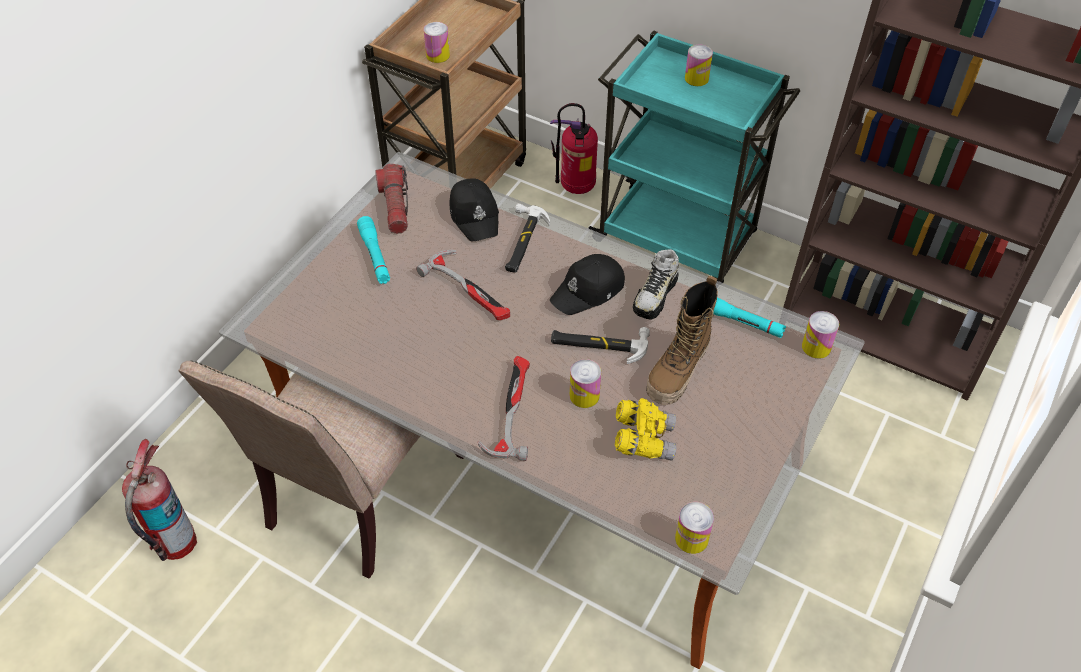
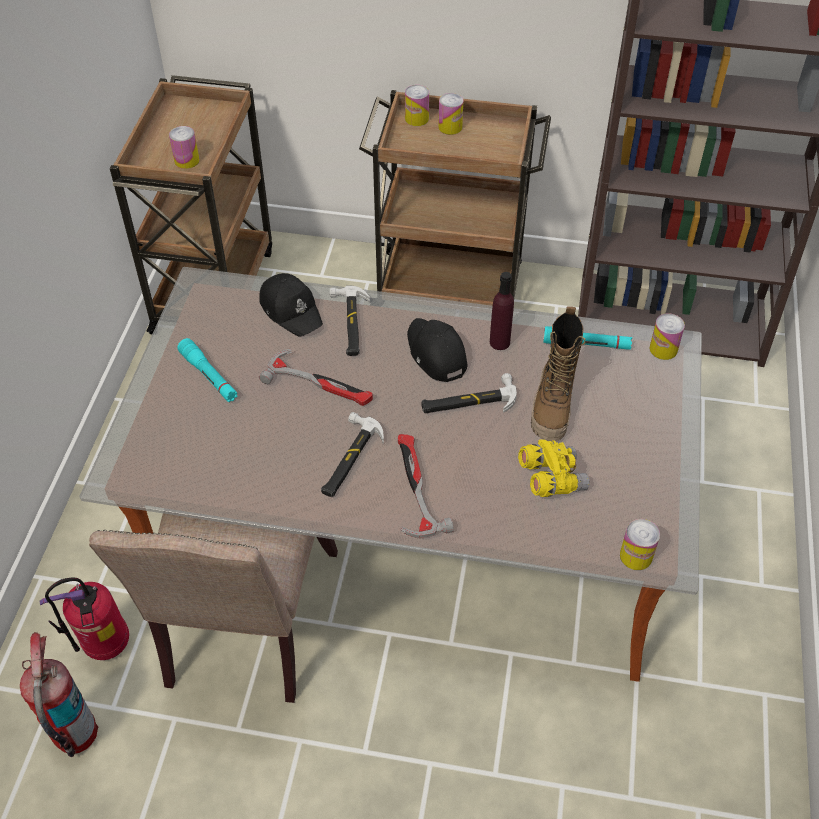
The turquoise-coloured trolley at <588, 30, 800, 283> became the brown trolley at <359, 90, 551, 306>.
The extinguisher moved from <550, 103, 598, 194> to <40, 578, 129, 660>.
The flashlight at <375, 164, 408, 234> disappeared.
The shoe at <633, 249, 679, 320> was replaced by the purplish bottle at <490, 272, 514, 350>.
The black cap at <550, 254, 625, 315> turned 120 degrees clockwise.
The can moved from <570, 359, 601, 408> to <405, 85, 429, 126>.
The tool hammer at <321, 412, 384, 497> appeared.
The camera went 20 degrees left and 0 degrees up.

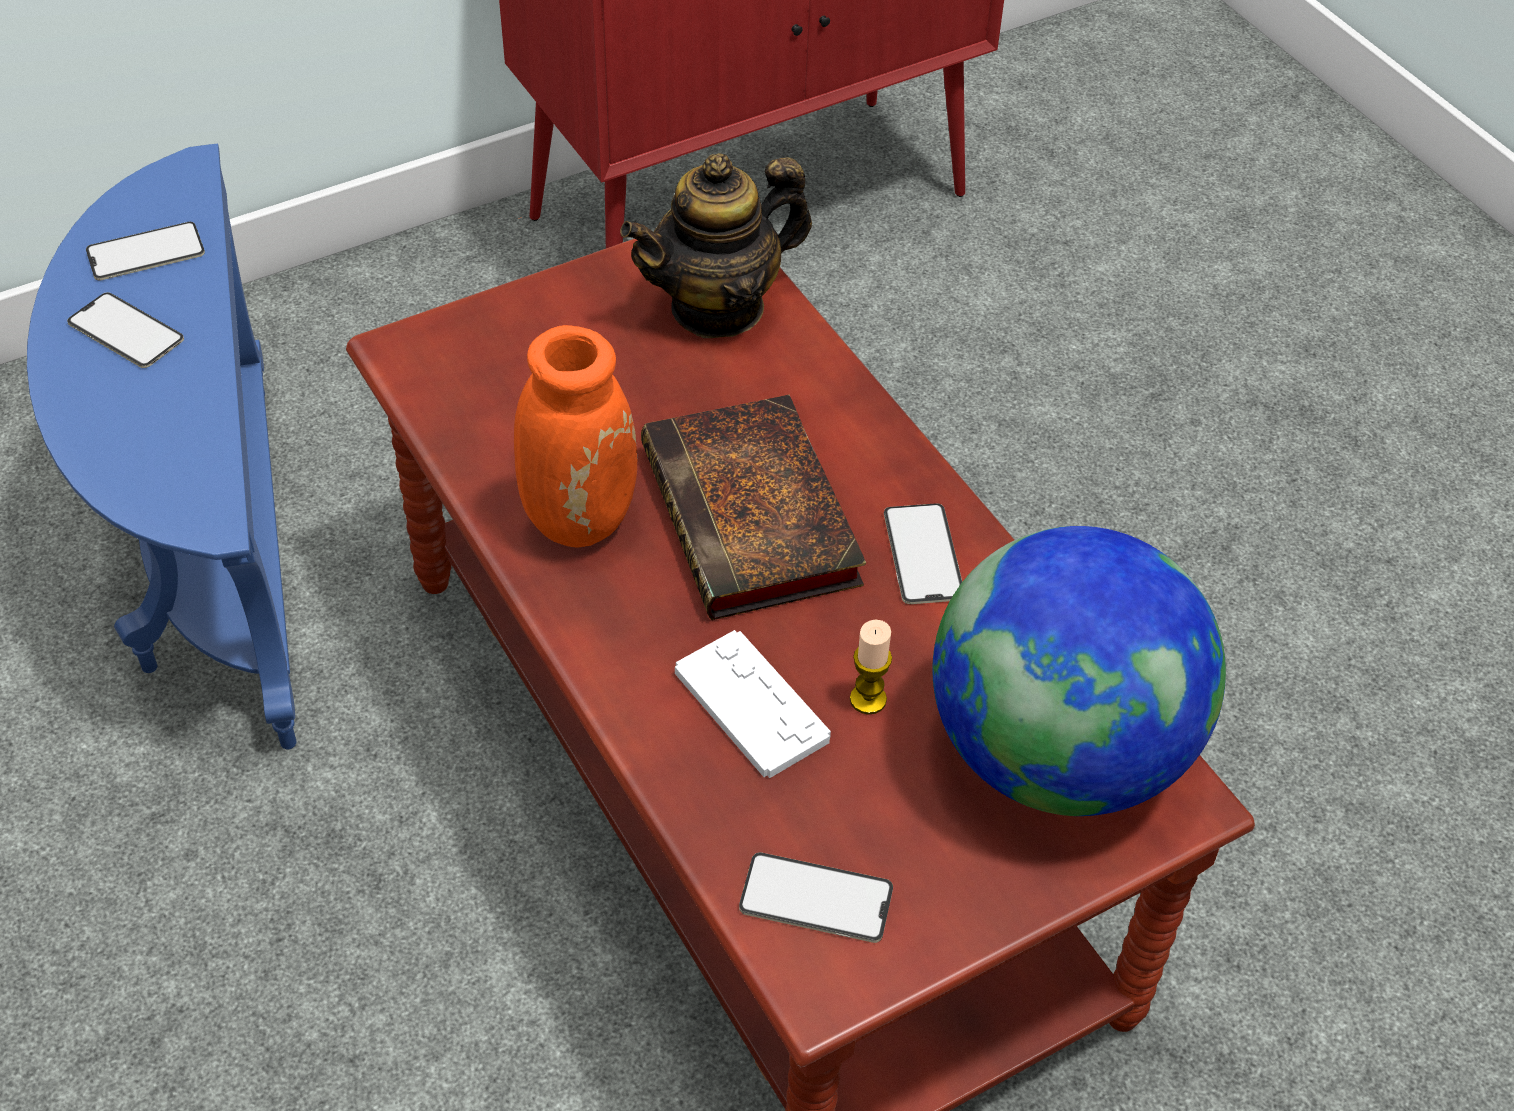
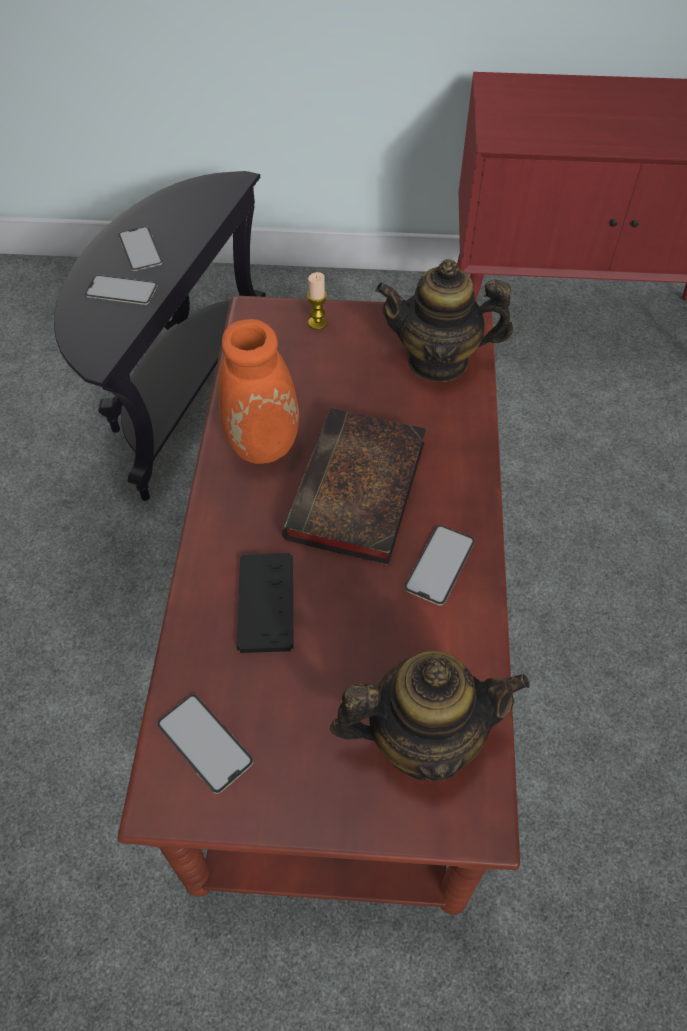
The blue-coloured end table at <27, 143, 297, 749> became the black end table at <54, 171, 266, 501>.
The telephone moved from <86, 222, 205, 281> to <85, 275, 158, 305>.
The world globe at <933, 526, 1226, 816> was replaced by the teapot at <330, 651, 530, 781>.
The wax light moved from <850, 620, 892, 715> to <307, 272, 327, 330>.
The white-coloured joypad at <675, 630, 831, 778> became the black joypad at <237, 553, 293, 653>.
The camera went 35 degrees right and 5 degrees up.

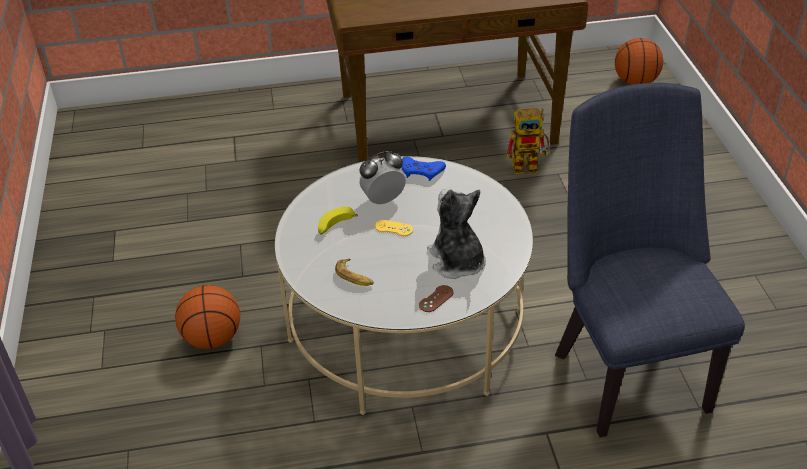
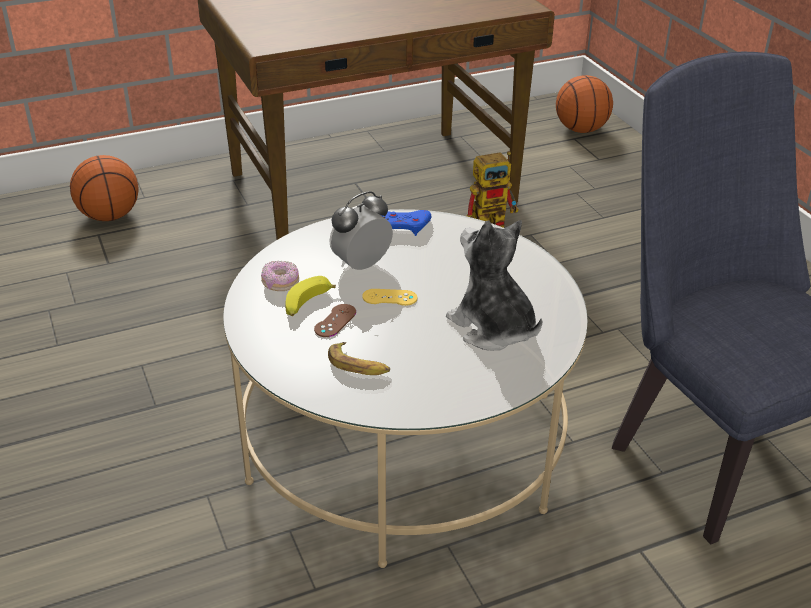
The basketball ball moved from <175, 285, 240, 349> to <70, 155, 139, 221>.
The brown joypad moved from <419, 285, 453, 312> to <314, 304, 356, 337>.
The doughnut at <261, 261, 299, 291> appeared.
The camera went 15 degrees left and 5 degrees down.

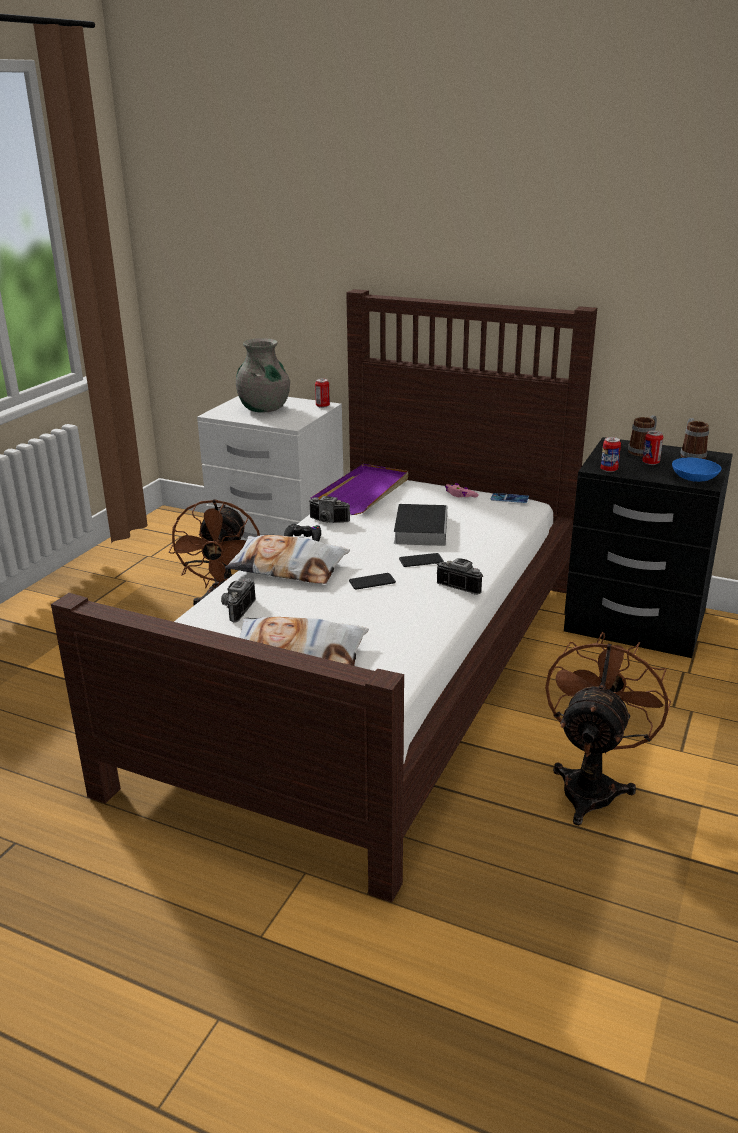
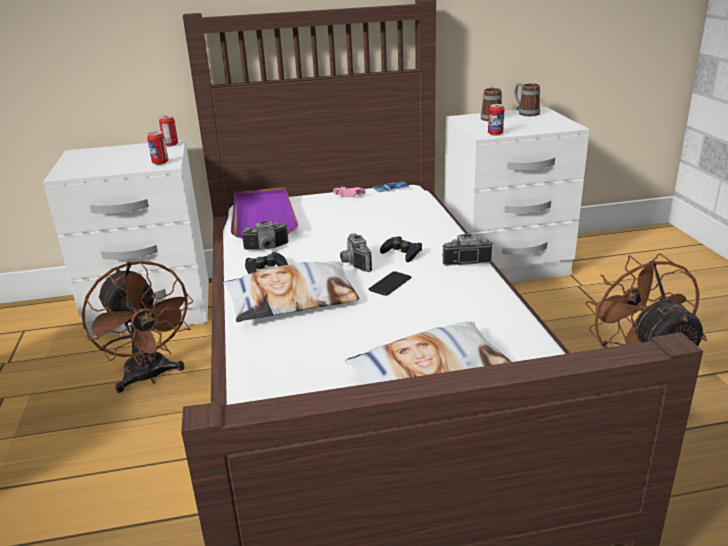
The grey vase at <236, 338, 290, 413> disappeared.
The can moved from <642, 430, 663, 465> to <147, 131, 168, 165>.
The black nightstand at <564, 437, 733, 658> became the white-coloured nightstand at <444, 107, 590, 283>.
The blue-coloured serving bowl at <672, 458, 722, 482> disappeared.
The bound book at <394, 504, 447, 546> disappeared.
The telephone at <399, 553, 444, 567> was replaced by the black joypad at <380, 236, 422, 262>.
The photo camera moved from <221, 578, 256, 622> to <340, 233, 372, 272>.
The camera went 35 degrees left and 0 degrees up.

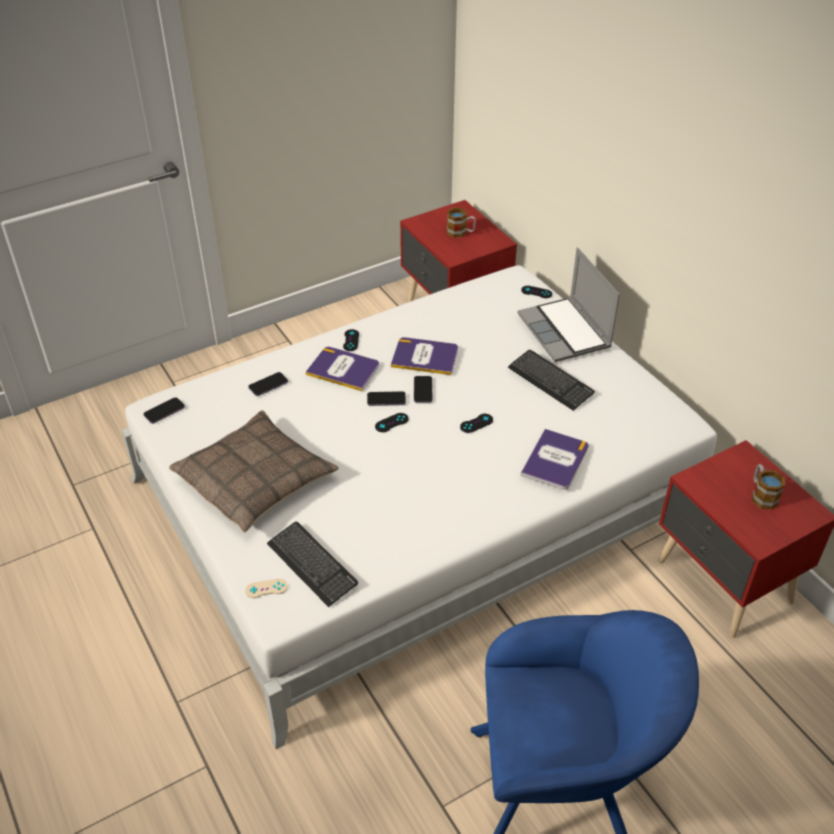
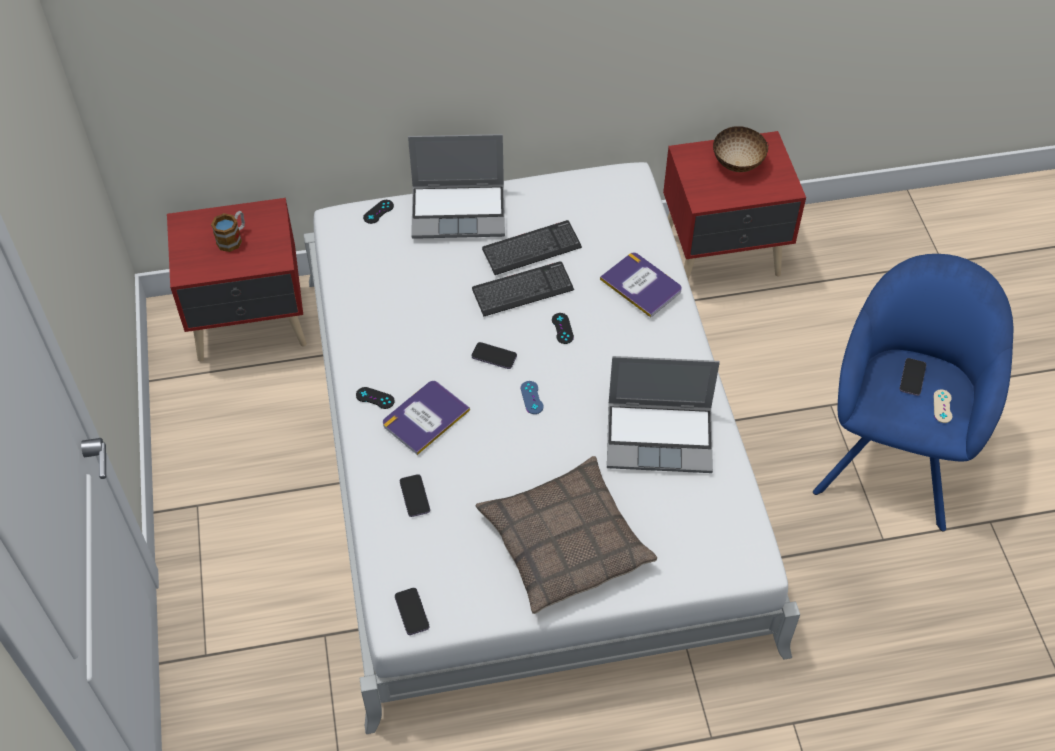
The bound book at <391, 337, 458, 375> disappeared.
The telephone moved from <367, 391, 406, 406> to <899, 358, 926, 396>.
The black joypad at <375, 413, 409, 432> became the blue-coloured joypad at <521, 381, 544, 414>.
The coffee mug at <752, 464, 786, 510> was replaced by the serving bowl at <713, 126, 769, 172>.
The keyboard moved from <267, 521, 358, 607> to <472, 261, 574, 317>.
The beige-coloured joypad moved from <245, 579, 288, 598> to <934, 389, 952, 423>.
The portable computer at <607, 356, 720, 473> appeared.
The camera went 70 degrees left and 10 degrees up.

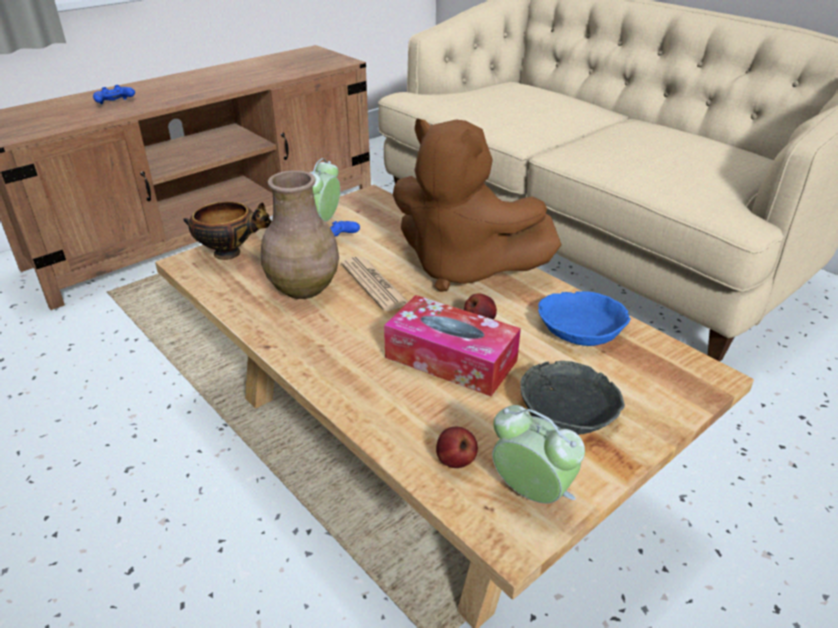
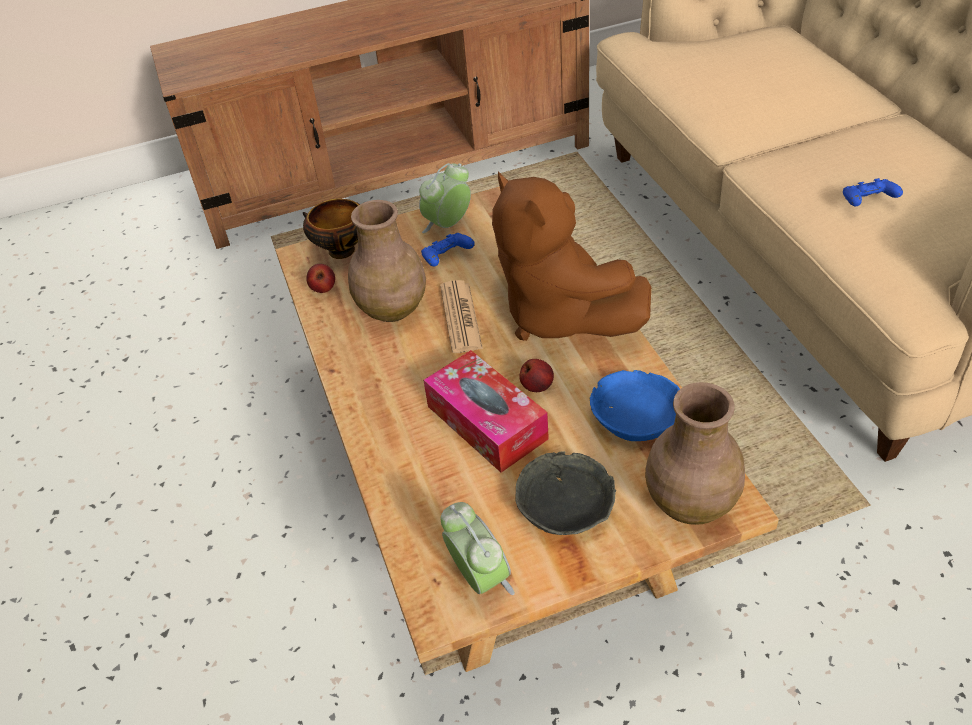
The blue-coloured joypad moved from <93, 85, 135, 104> to <843, 178, 903, 207>.
The whole apple moved from <436, 427, 478, 468> to <306, 264, 335, 293>.
The brown vase at <645, 382, 745, 525> appeared.
The camera went 25 degrees right and 10 degrees up.

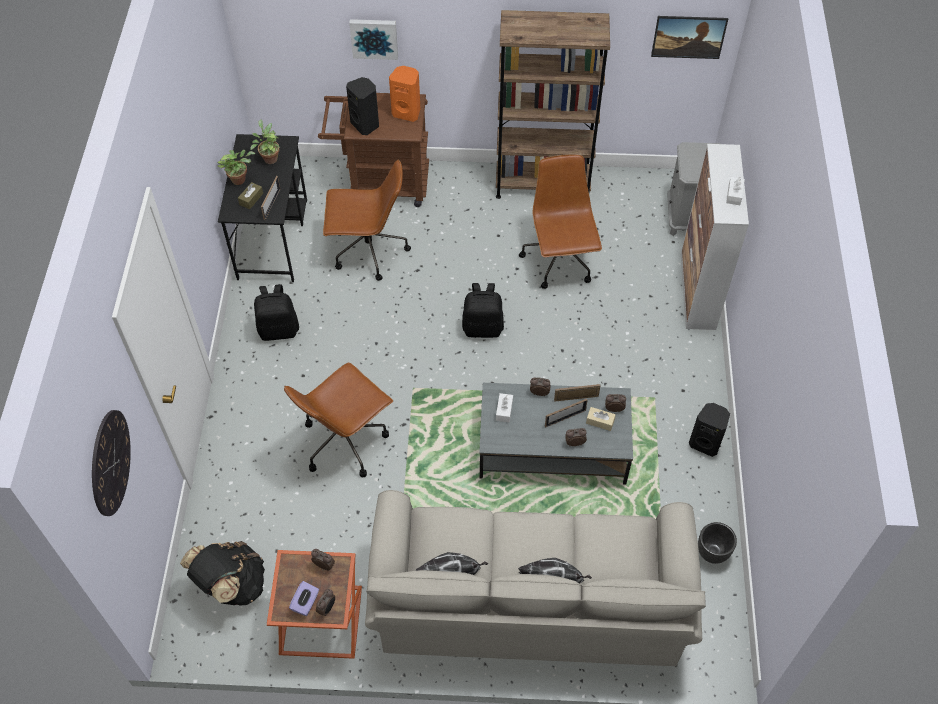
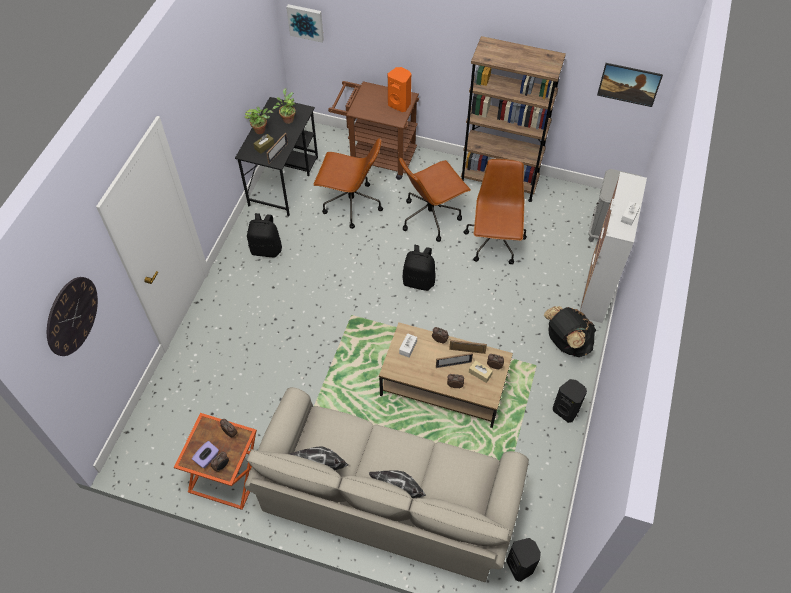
The wall picture moved from <349, 19, 398, 60> to <286, 4, 324, 43>.
The black loudspeaker moved from <346, 77, 379, 135> to <506, 538, 541, 582>.
The brown desk chair moved from <284, 362, 393, 477> to <399, 158, 471, 242>.
The grey lounge table at <479, 383, 633, 484> became the brown lounge table at <379, 323, 513, 428>.
The black plant pot at <698, 522, 737, 564> disappeared.
The black knapsack moved from <180, 541, 265, 606> to <544, 306, 596, 357>.
The camera went 15 degrees right and 0 degrees up.

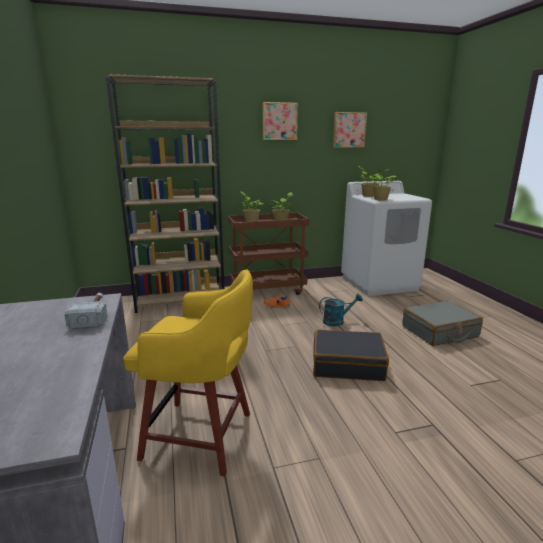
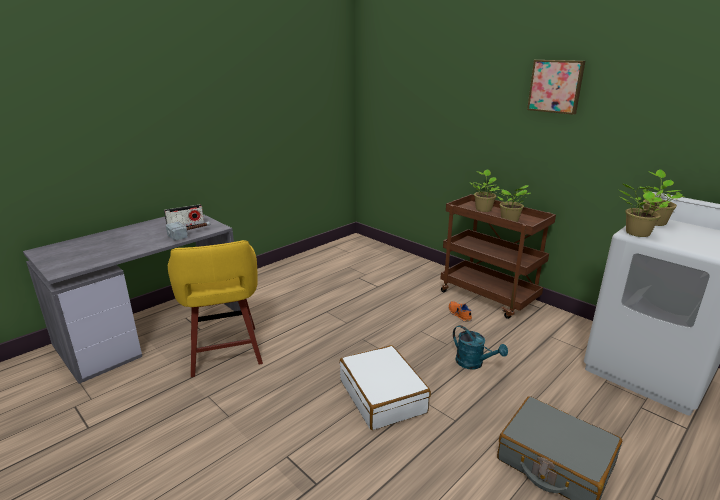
The brown bookcase at <106, 74, 224, 313> disappeared.
The wall picture at <333, 112, 367, 148> disappeared.
The black piece of luggage at <313, 330, 389, 381> became the white-coloured piece of luggage at <340, 345, 431, 430>.
The radio receiver at <164, 204, 204, 227> appeared.
The camera went 60 degrees right and 5 degrees up.

